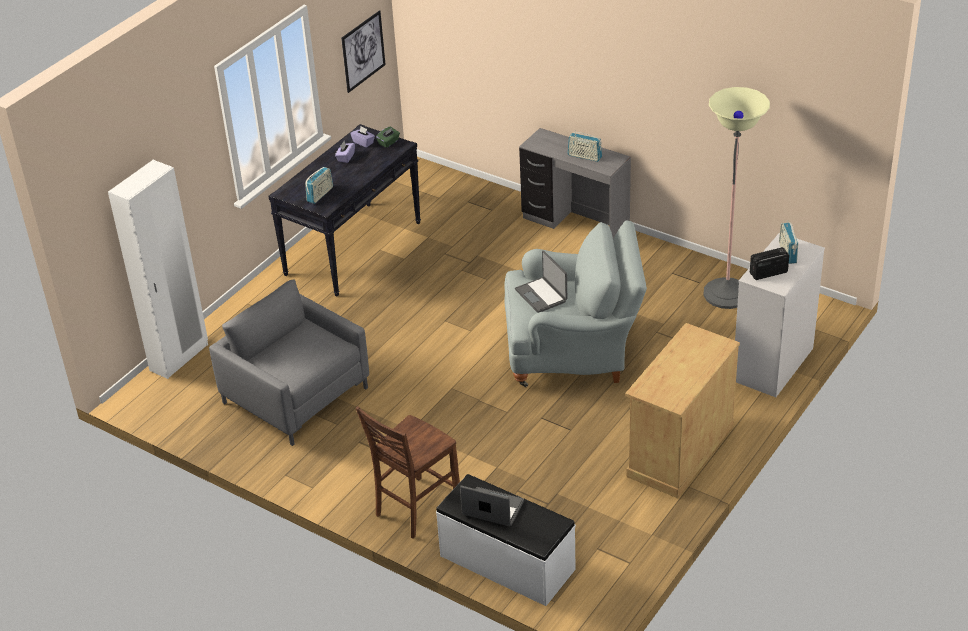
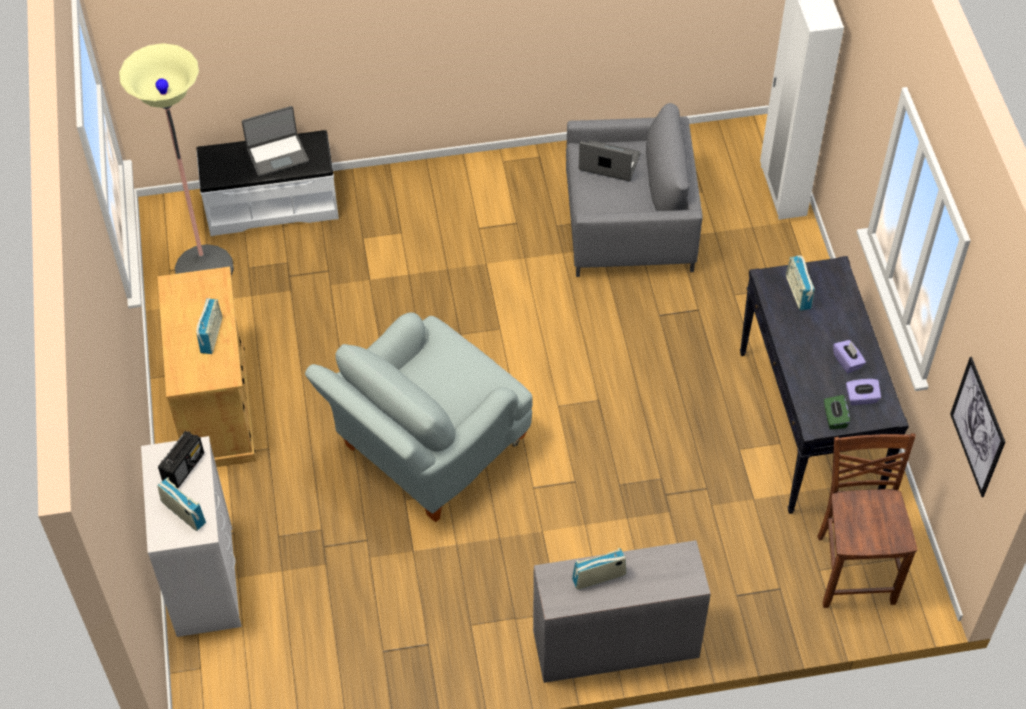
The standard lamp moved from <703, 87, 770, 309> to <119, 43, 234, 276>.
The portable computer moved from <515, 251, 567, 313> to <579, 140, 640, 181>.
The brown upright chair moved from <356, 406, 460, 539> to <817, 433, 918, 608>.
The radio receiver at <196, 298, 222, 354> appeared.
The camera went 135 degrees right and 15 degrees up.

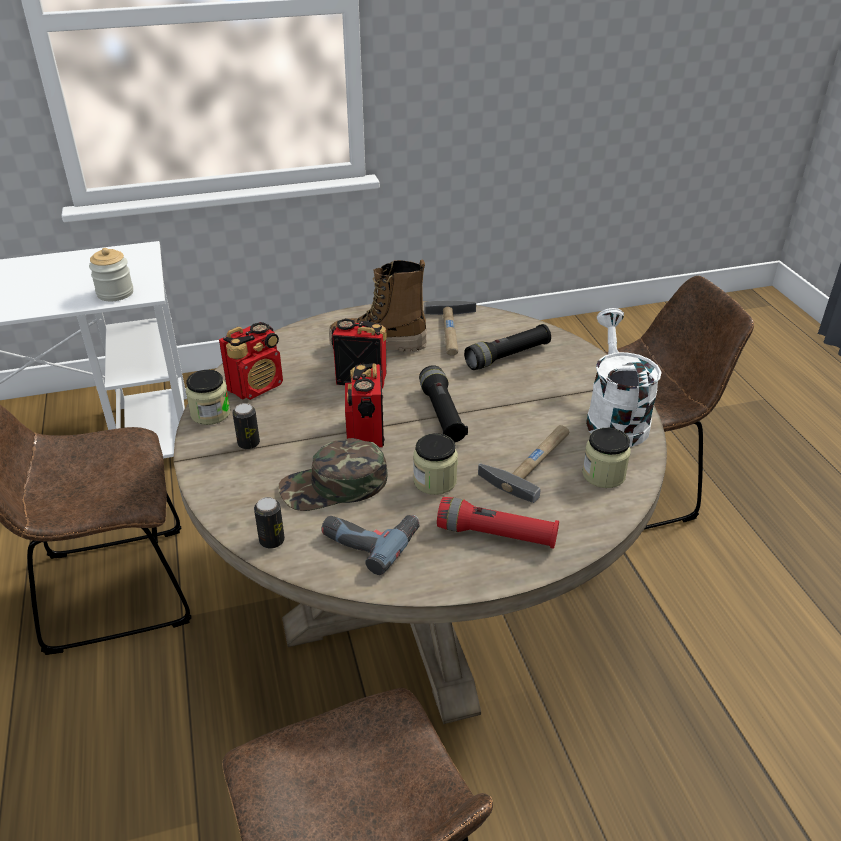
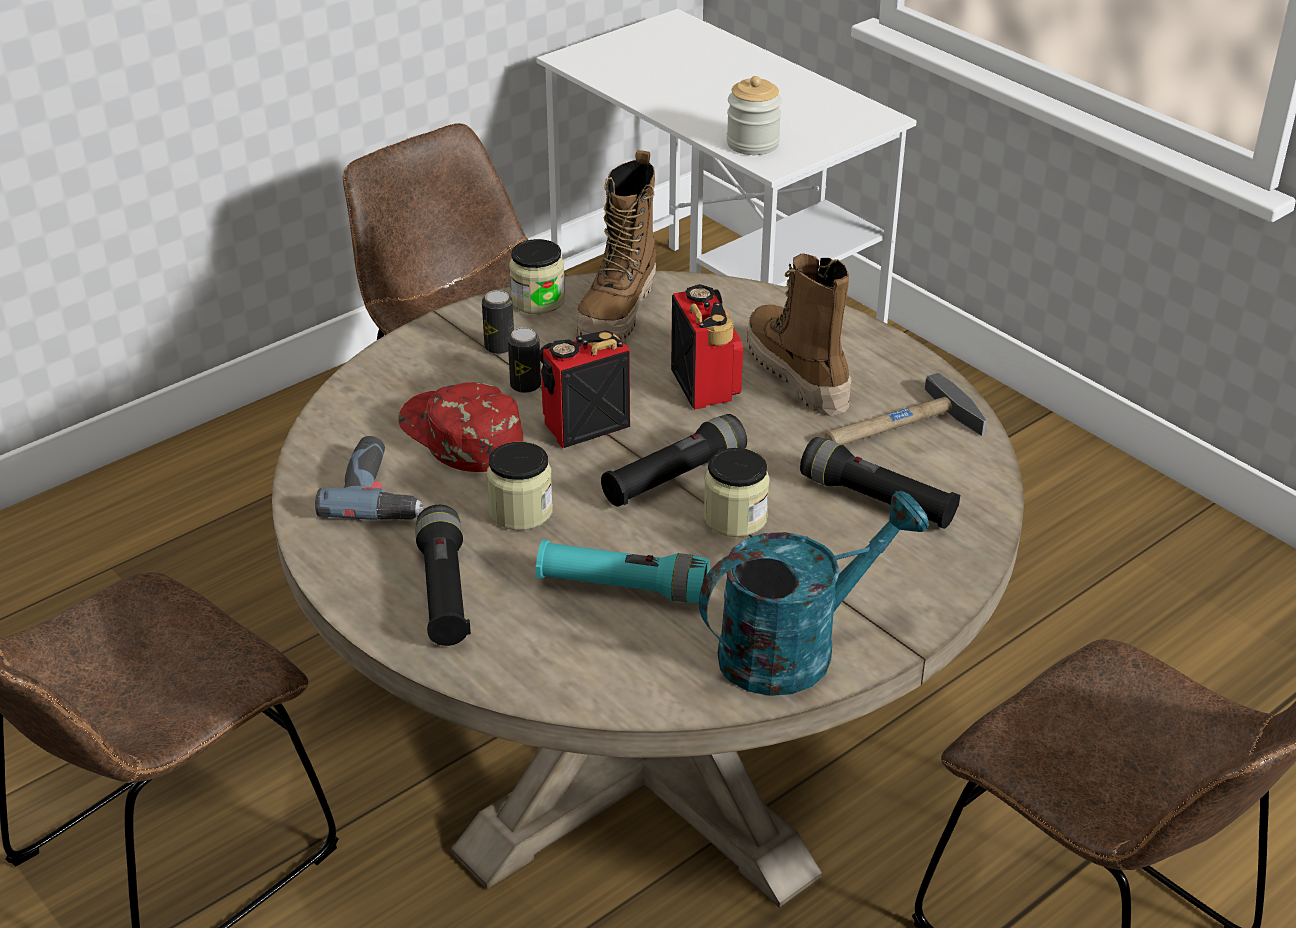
The white-coloured sprinkling can at <586, 308, 661, 447> became the turquoise-coloured sprinkling can at <699, 491, 929, 696>.
The radio receiver at <219, 322, 283, 400> was replaced by the tall boot at <577, 150, 656, 341>.
The tool hammer at <478, 425, 569, 503> was replaced by the turquoise-coloured flashlight at <535, 540, 709, 603>.
The preserve jar moved from <582, 428, 631, 488> to <704, 448, 770, 537>.
The green-coloured cap at <278, 438, 387, 511> became the red-coloured cap at <398, 382, 523, 472>.
The can moved from <254, 497, 285, 549> to <508, 327, 541, 393>.
The red-coloured flashlight at <437, 497, 559, 549> became the black flashlight at <415, 505, 471, 646>.
The camera went 65 degrees right and 0 degrees up.

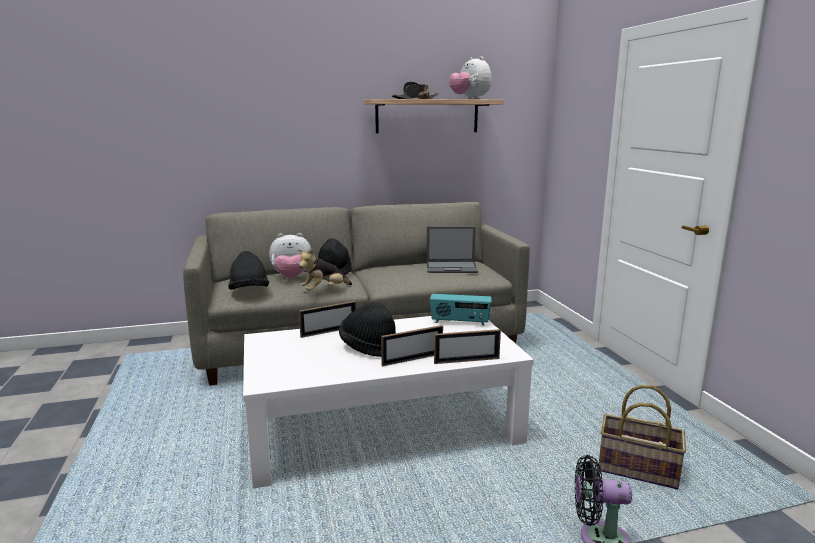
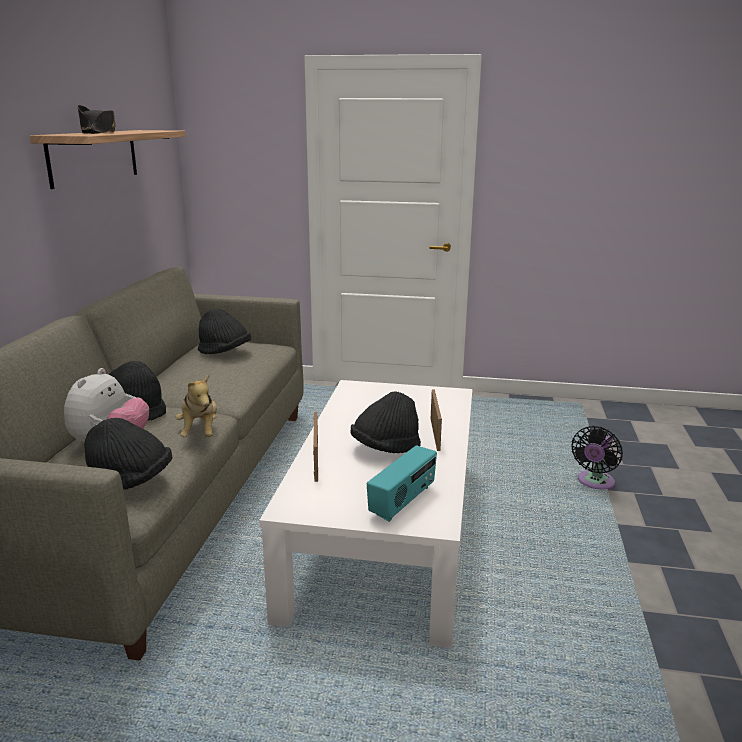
The cuddly toy at <449, 56, 492, 100> disappeared.
The portable computer at <427, 227, 478, 273> was replaced by the black hat at <198, 308, 251, 354>.
The radio receiver moved from <430, 294, 492, 326> to <367, 445, 437, 522>.
The picture frame at <434, 329, 501, 364> disappeared.
The household basket at <599, 385, 686, 489> disappeared.
The camera went 65 degrees left and 5 degrees up.

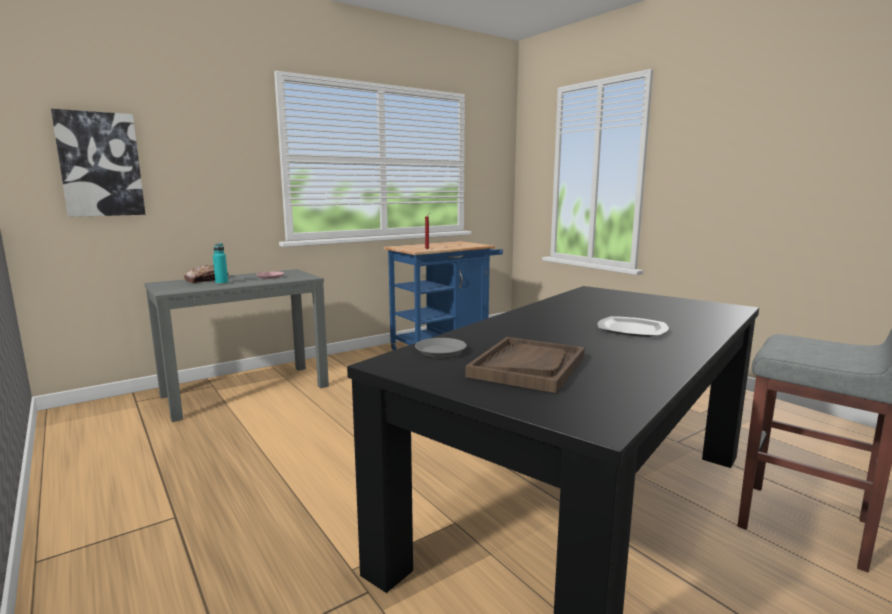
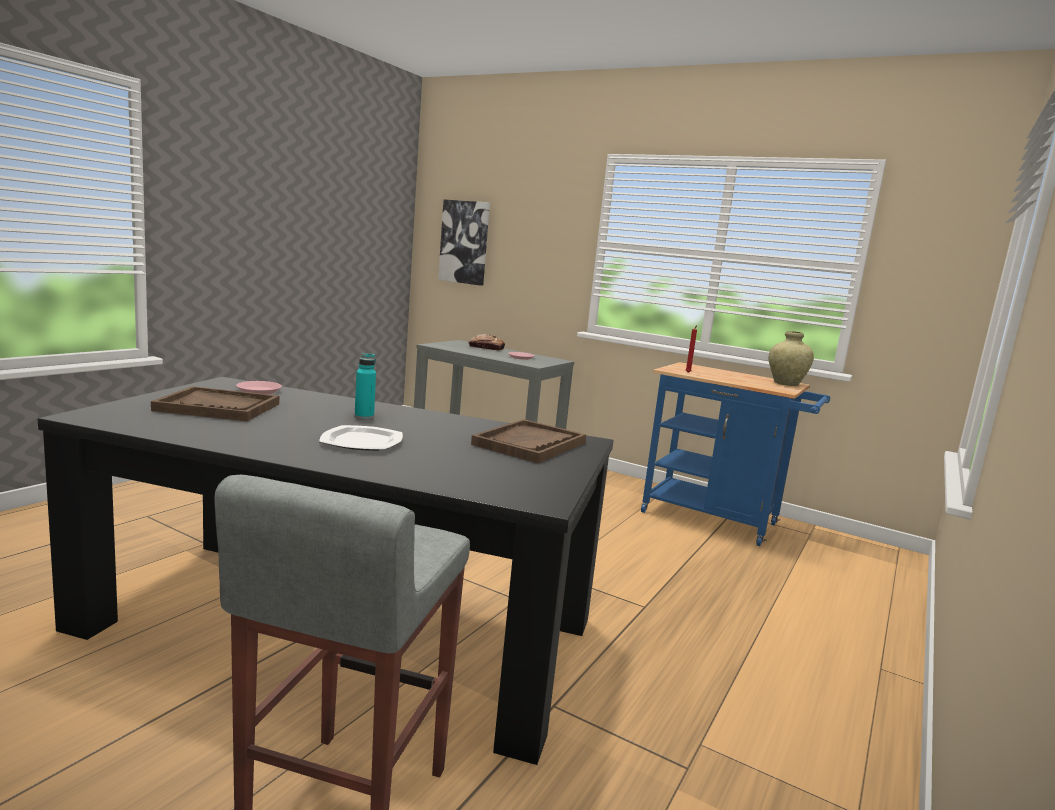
The turquoise-coloured bottle moved from <213, 243, 228, 285> to <355, 353, 376, 419>.
The grey dinner plate at <415, 338, 467, 358> became the pink-coloured dinner plate at <236, 381, 282, 394>.
The beige-coloured vase at <769, 331, 814, 386> appeared.
The brown serving tray at <471, 419, 586, 463> appeared.
The camera went 65 degrees right and 0 degrees up.

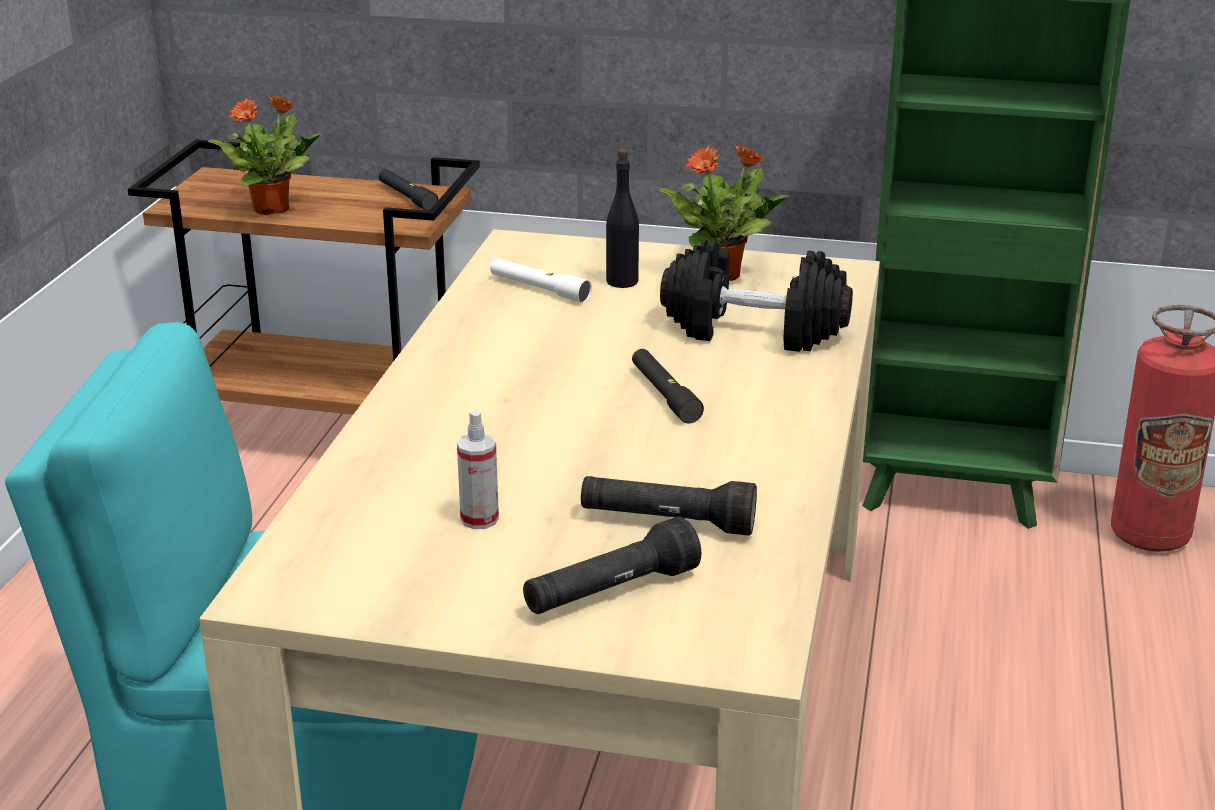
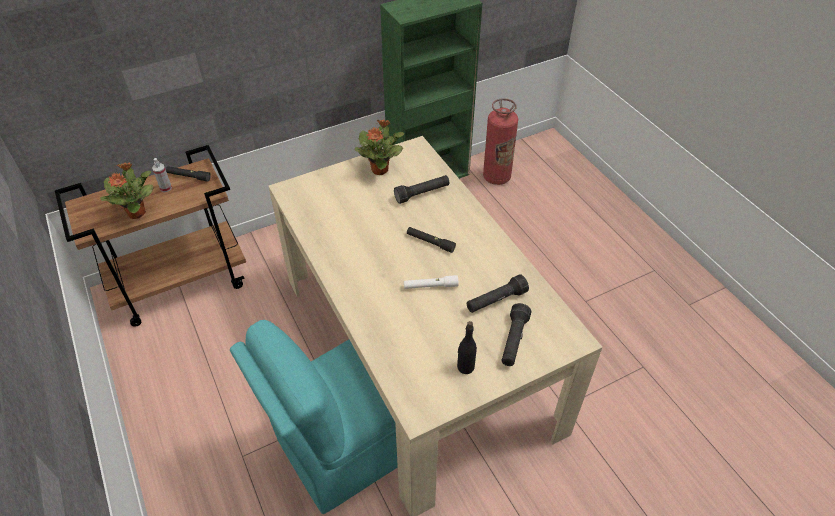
The black bottle moved from <606, 149, 639, 288> to <457, 321, 477, 374>.
The black free weight at <660, 239, 853, 352> was replaced by the black flashlight at <394, 175, 449, 204>.
The white-coloured flashlight moved from <490, 258, 592, 303> to <404, 275, 459, 289>.
The spray bottle moved from <457, 410, 499, 529> to <152, 158, 172, 192>.
The camera went 40 degrees left and 20 degrees up.

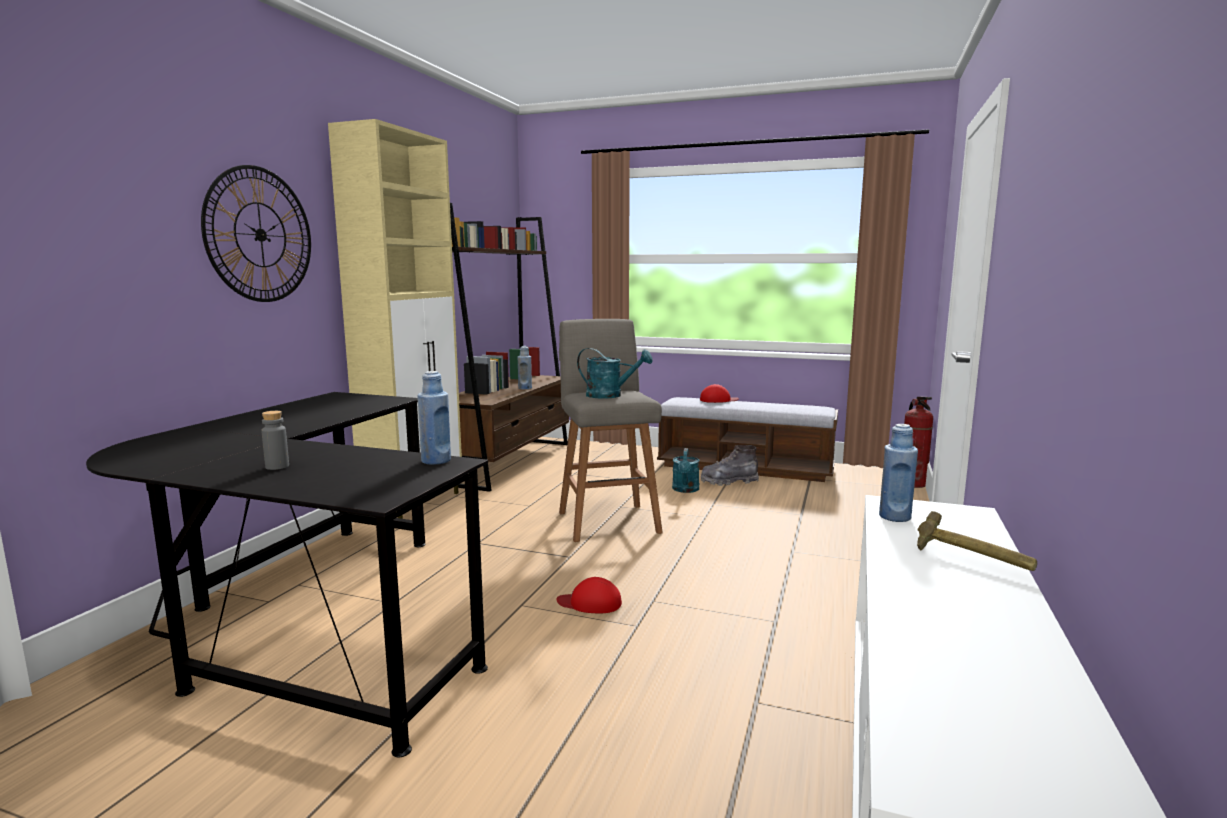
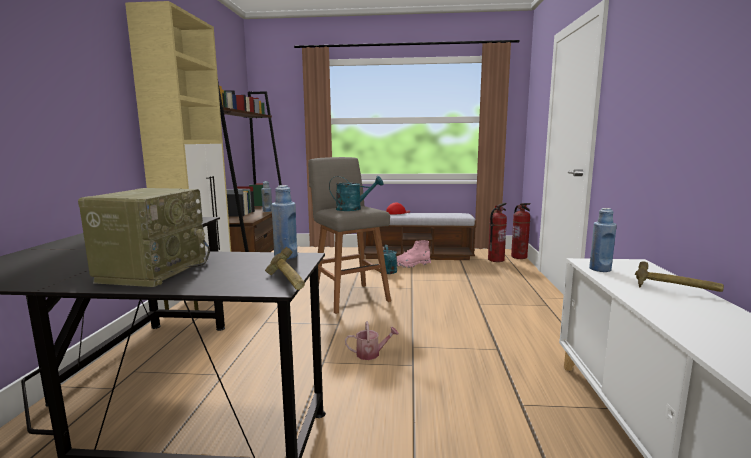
The hanging clock at <201, 165, 311, 302> disappeared.
The grey bottle at <261, 411, 289, 470> was replaced by the radio receiver at <78, 188, 210, 287>.
The grey tall boot at <701, 445, 759, 486> became the pink-coloured tall boot at <397, 240, 431, 268>.
The red-coloured cap at <556, 577, 622, 613> was replaced by the sprinkling can at <345, 321, 399, 360>.
The extinguisher at <488, 203, 507, 262> appeared.
The tool hammer at <265, 247, 305, 290> appeared.
The camera went 15 degrees left and 0 degrees up.

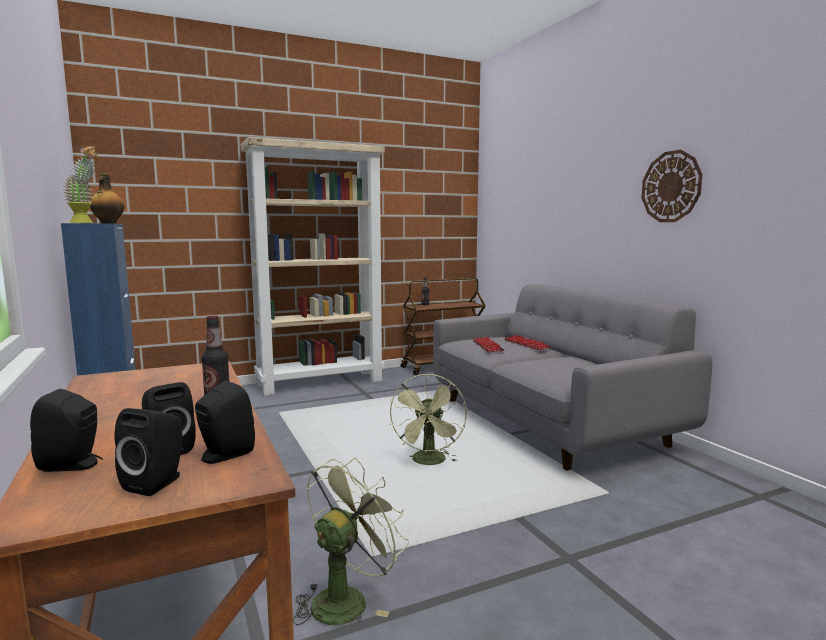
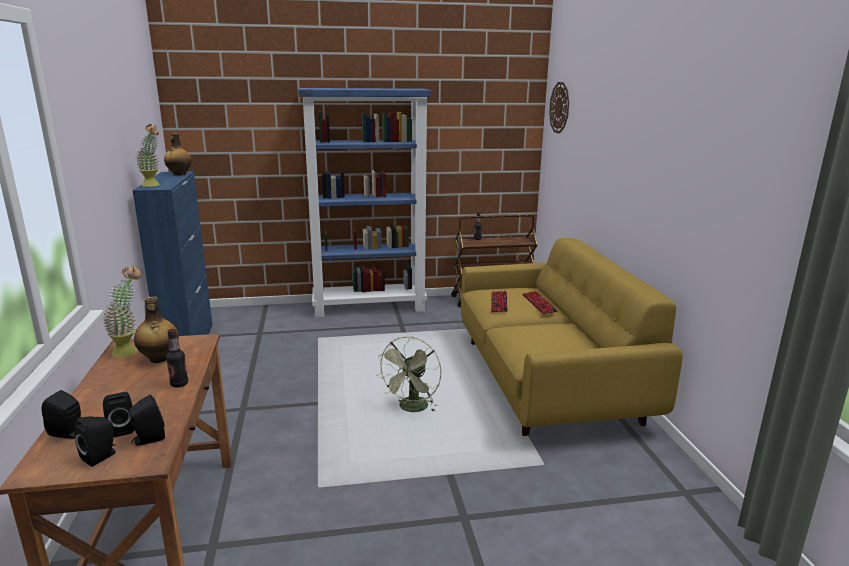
The beige-coloured bookcase at <241, 137, 385, 396> became the blue-coloured bookcase at <298, 88, 432, 317>.
The hanging clock moved from <642, 150, 703, 222> to <549, 82, 569, 134>.
The grey sofa at <433, 284, 712, 470> became the yellowish sofa at <461, 238, 683, 436>.
The green-coloured electric fan at <293, 458, 409, 625> disappeared.
The potted plant at <103, 265, 141, 358> appeared.
The bottle at <134, 296, 179, 363> appeared.
The camera went 15 degrees right and 10 degrees up.

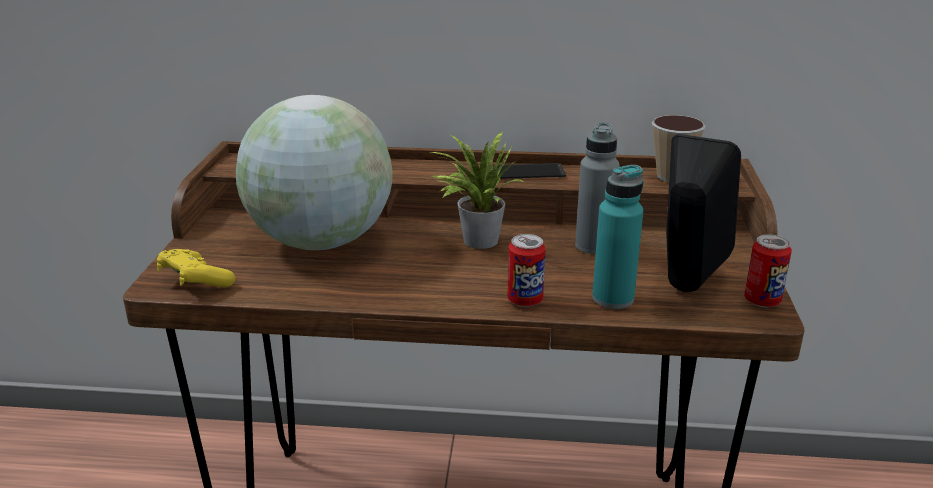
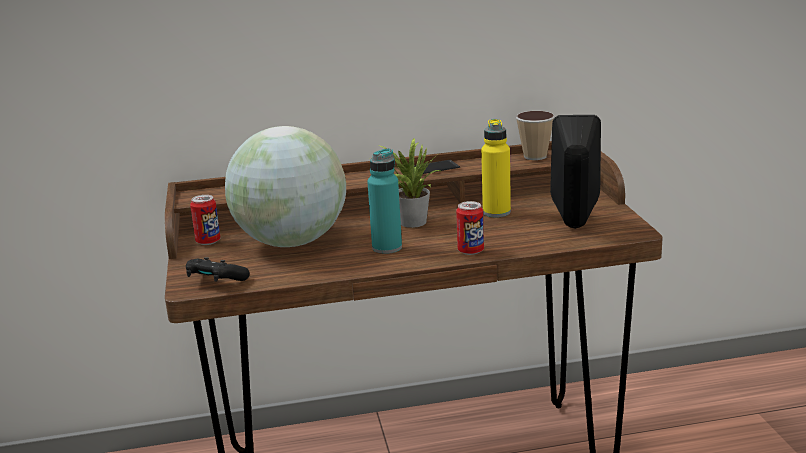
The grey bottle at <575, 122, 620, 254> became the yellowish bottle at <481, 119, 511, 218>.
The turquoise-coloured bottle moved from <592, 165, 644, 309> to <367, 148, 402, 254>.
The can moved from <744, 234, 792, 308> to <190, 195, 220, 245>.
The yellowish joypad at <157, 249, 235, 288> became the black joypad at <186, 257, 250, 282>.
The camera went 15 degrees left and 5 degrees down.

